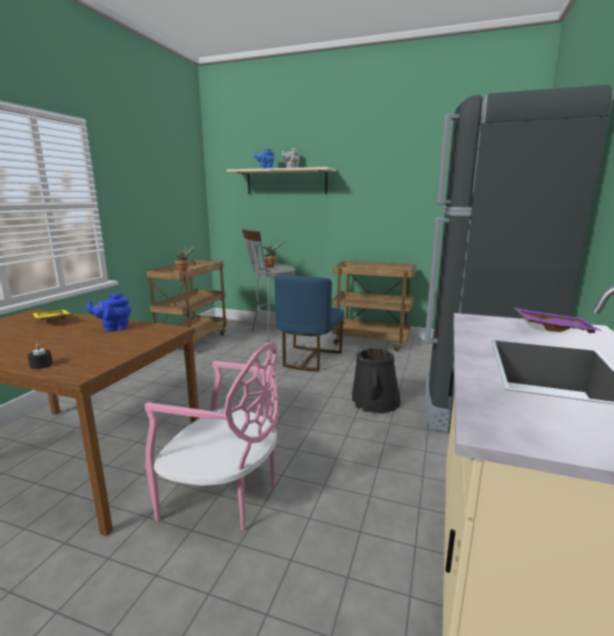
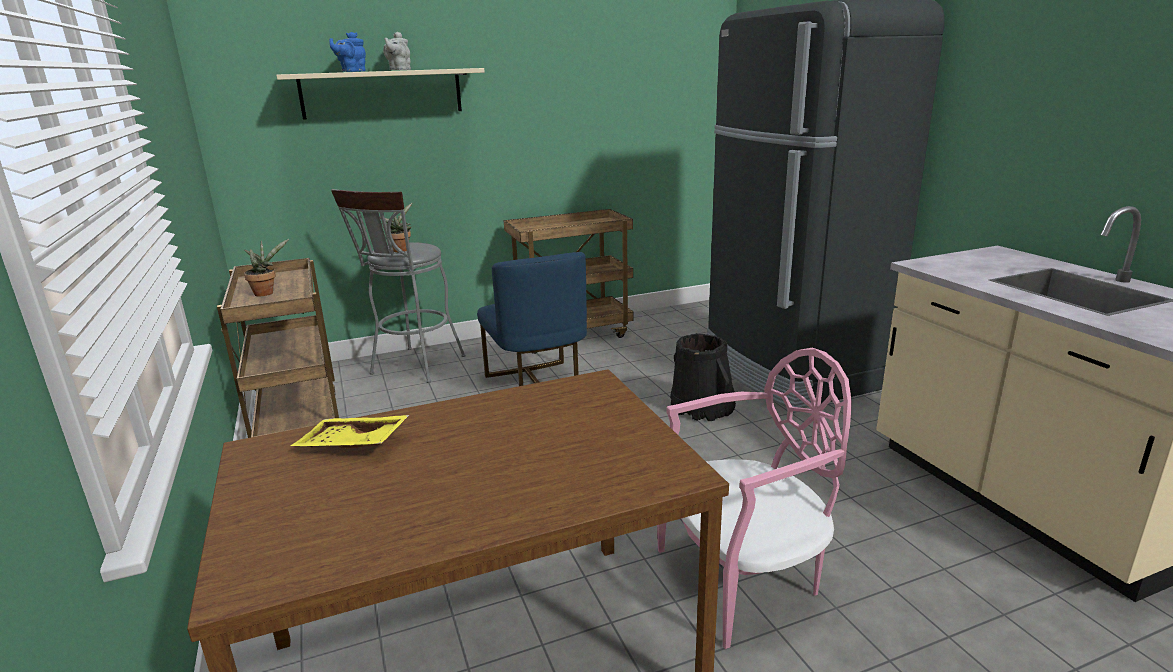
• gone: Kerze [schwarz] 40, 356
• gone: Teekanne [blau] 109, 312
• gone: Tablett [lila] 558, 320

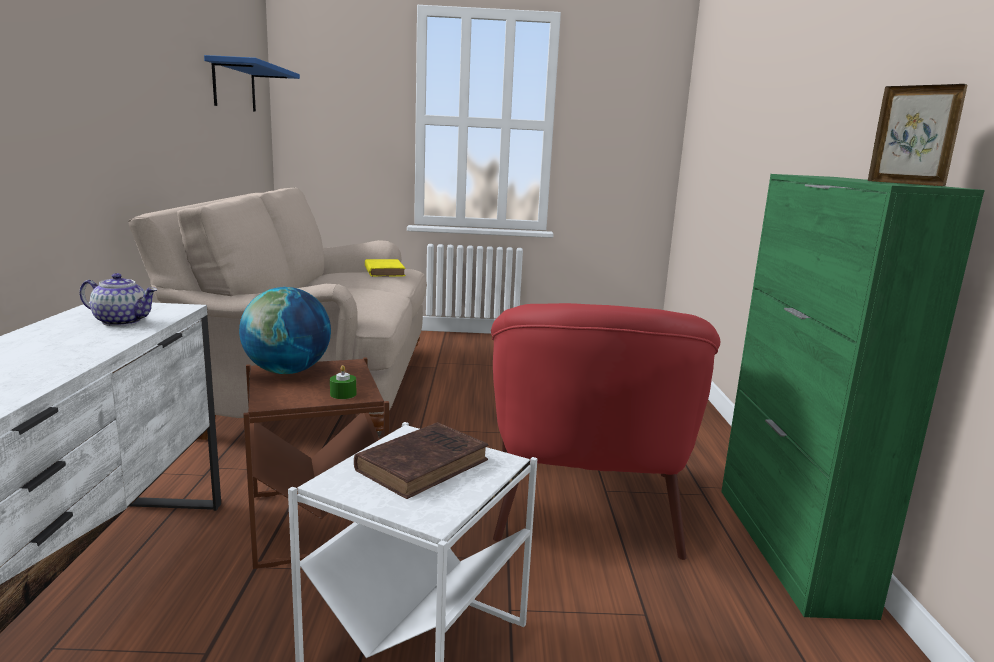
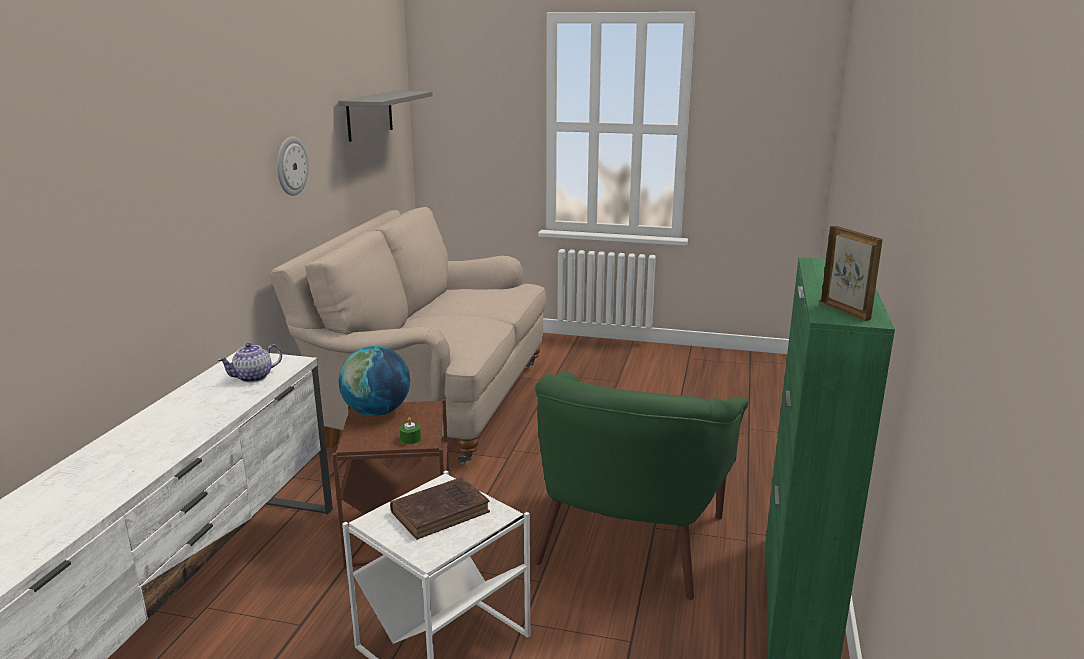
• rotated: Teekanne 118, 299 = 249, 362 120 degrees clockwise
• new: Wanduhr 293, 166
• repainted: Wandregal [blau] 252, 83 to Wandregal [grau] 385, 116
• repainted: Sessel [rot] 606, 431 to Sessel [grün] 641, 486
• gone: Buch [gelb] 385, 268

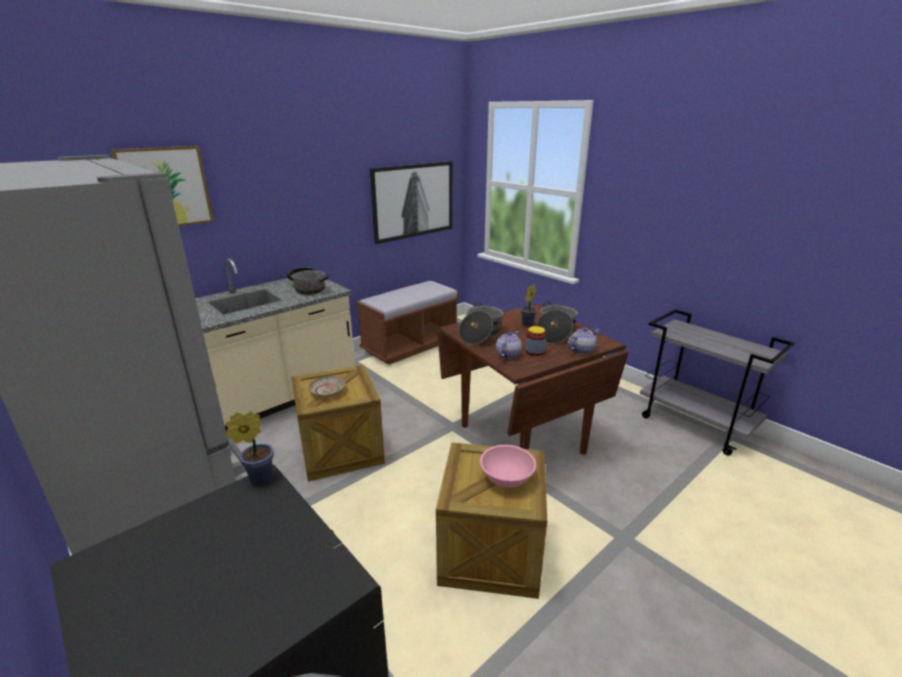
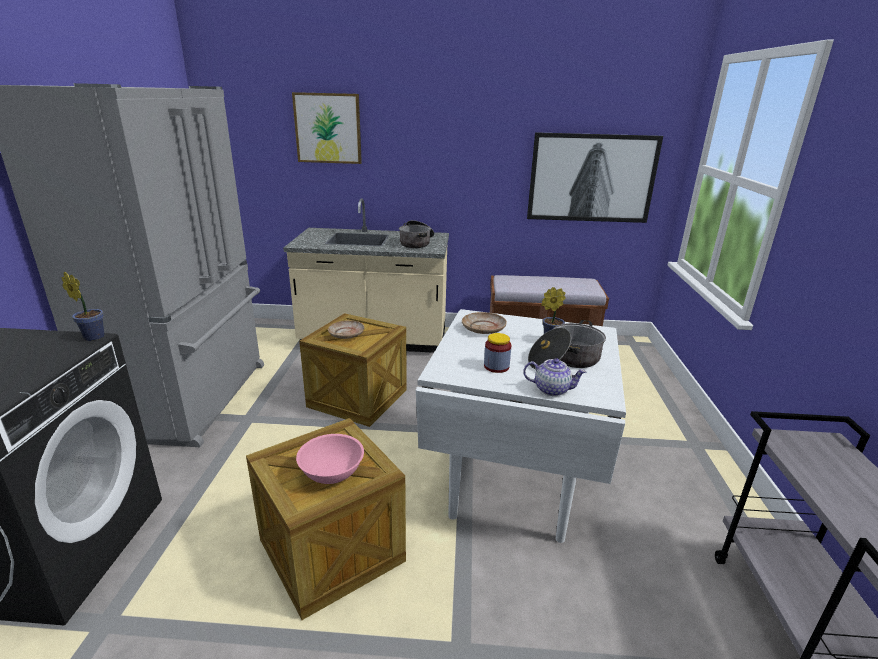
• repainted: Esstisch [braun] 533, 379 to Esstisch [weiß] 521, 426
• swapped: Kochtopf 481, 324 to Teller [beige] 484, 323
• gone: Teekanne 509, 345

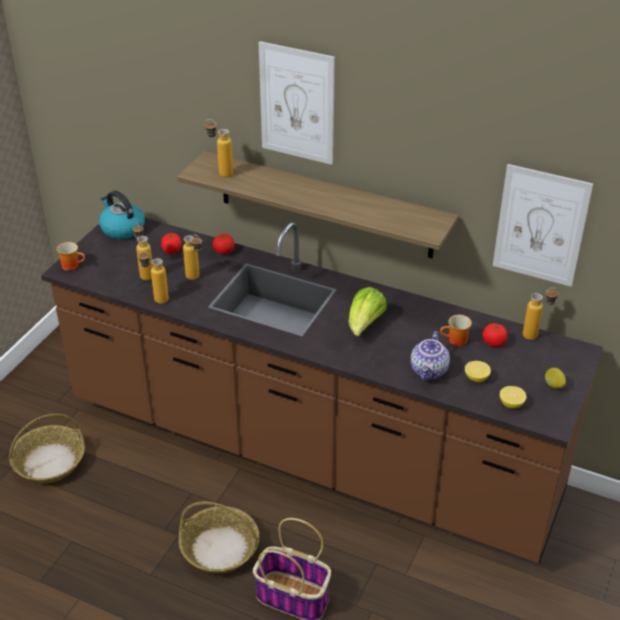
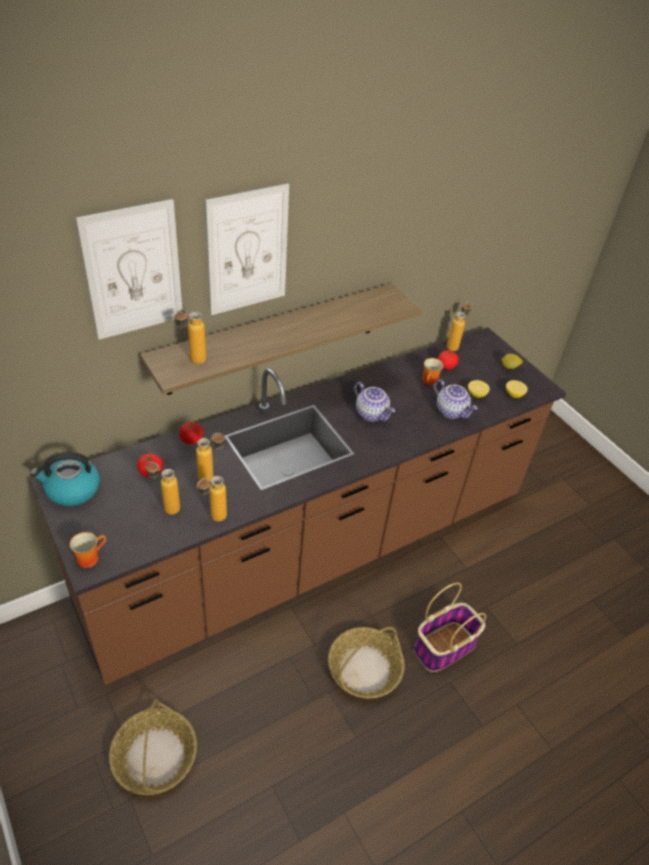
• shifted: Bild 543, 225 to 129, 269
• swapped: Salatkopf 368, 311 to Teekanne 374, 402

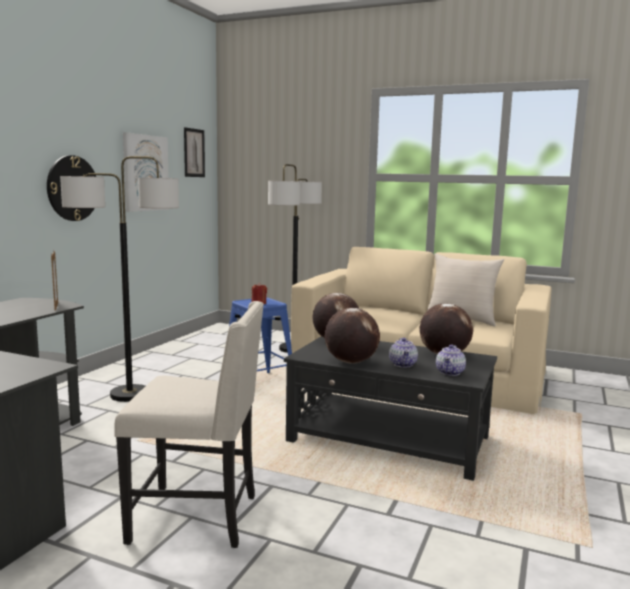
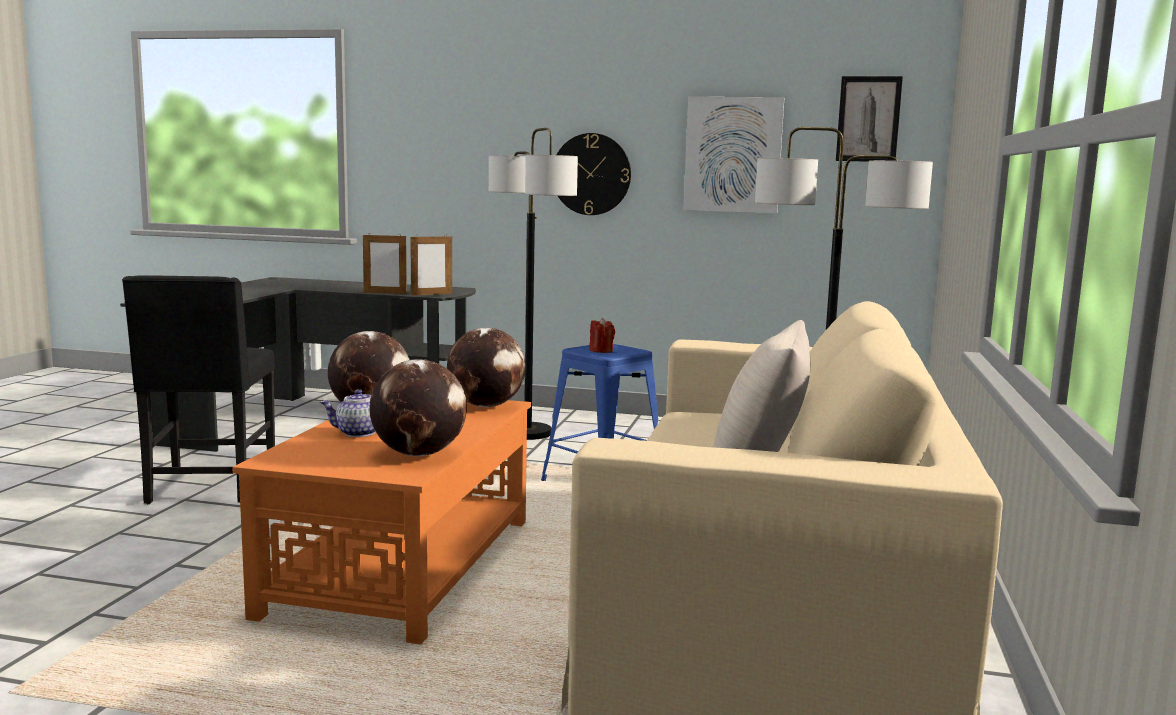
• repainted: Stuhl [beige] 189, 424 to Stuhl [schwarz] 198, 389
• repainted: Couchtisch [schwarz] 390, 408 to Couchtisch [orange] 381, 522
• new: Bilderrahmen 385, 264
• gone: Teekanne 451, 360

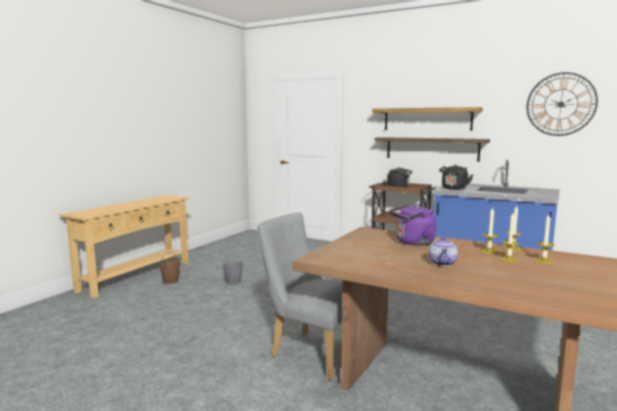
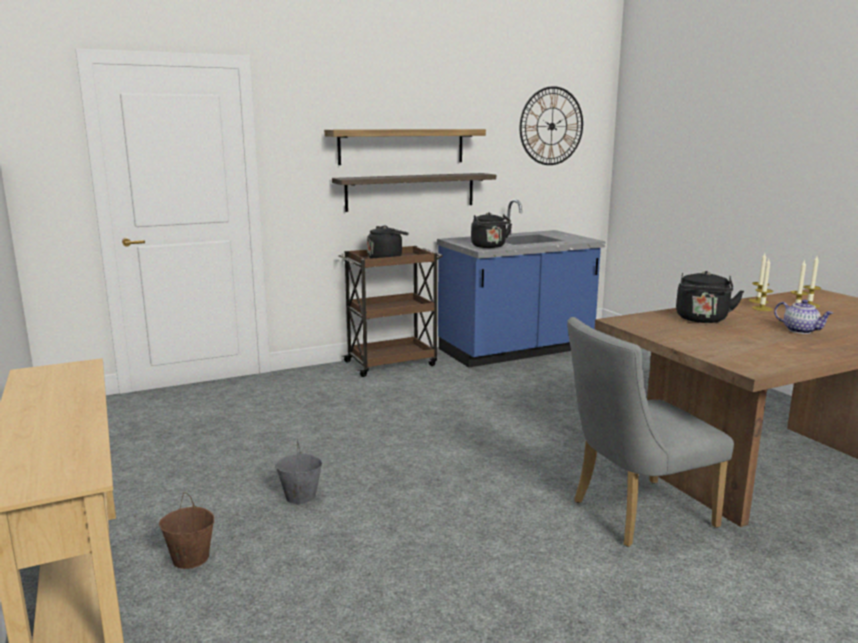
• repainted: Wasserkessel [lila] 412, 224 to Wasserkessel [schwarz] 710, 297

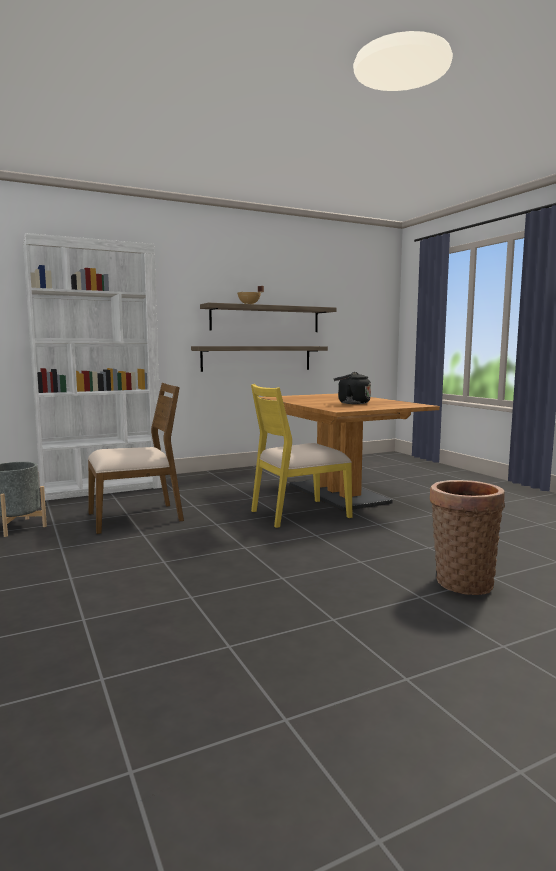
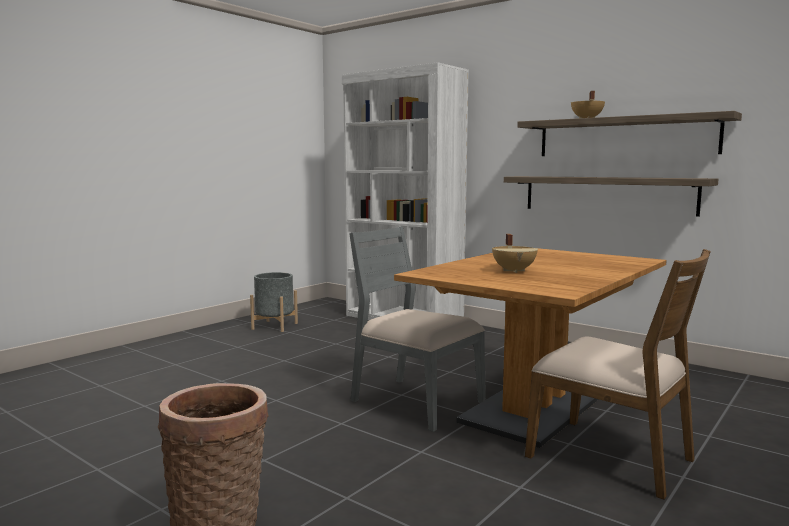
• repainted: Stuhl [gelb] 302, 456 to Stuhl [grau] 417, 329
• swapped: Wasserkessel [schwarz] 352, 388 to Kochtopf [beige] 515, 253
• shifted: Stuhl [braun] 136, 458 to 618, 374

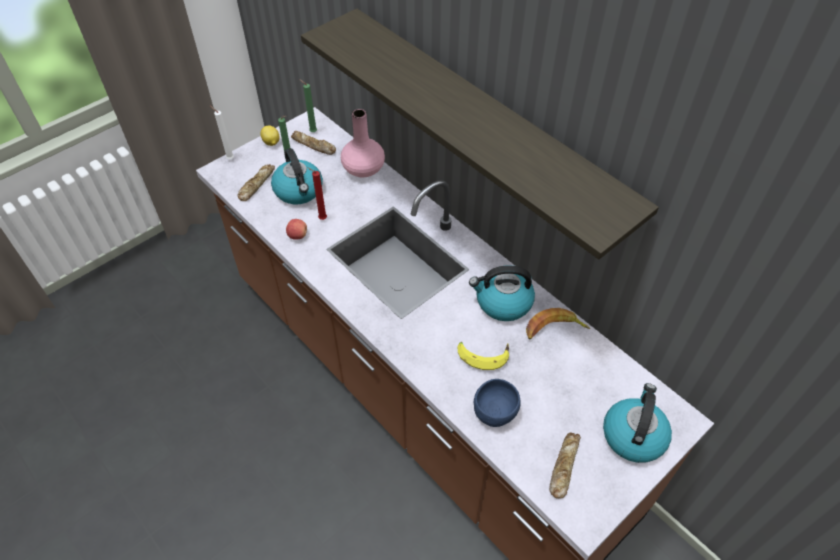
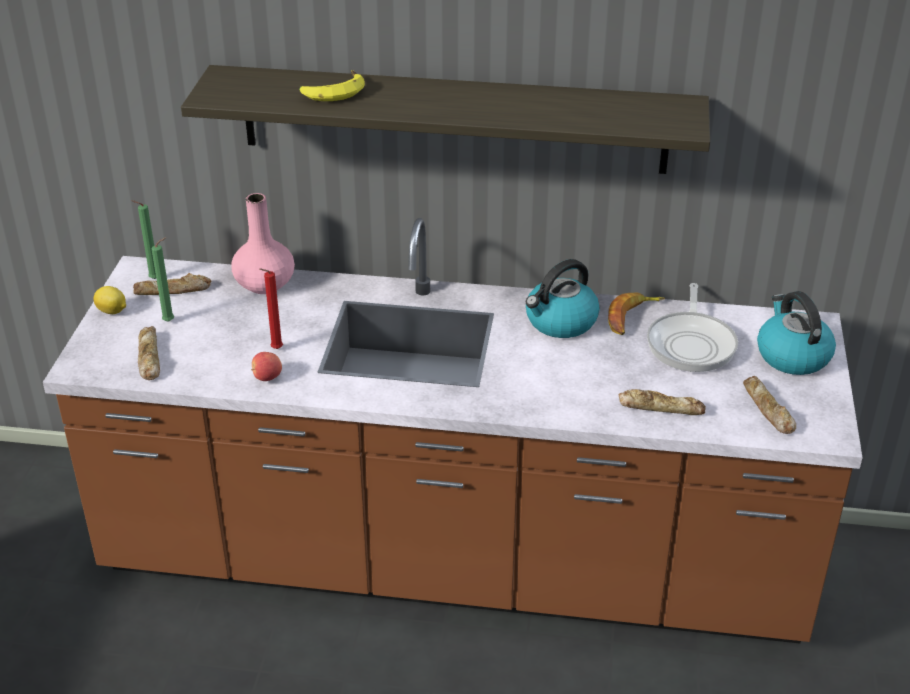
• shifted: Banane 483, 356 to 332, 85
• swapped: Schüssel [blau] 497, 403 to Brot 662, 402
• new: Pfanne 692, 327
• gone: Kerze [weiß] 222, 132
• gone: Wasserkessel 297, 176

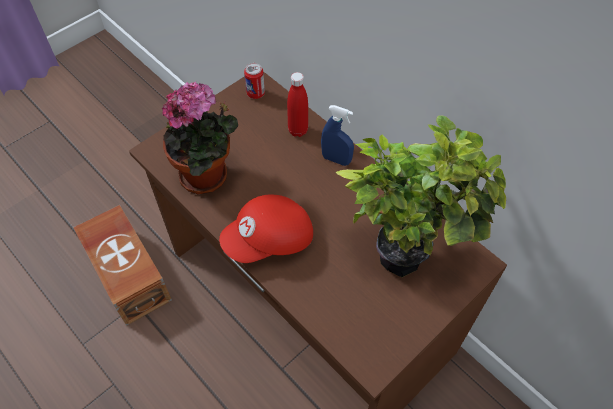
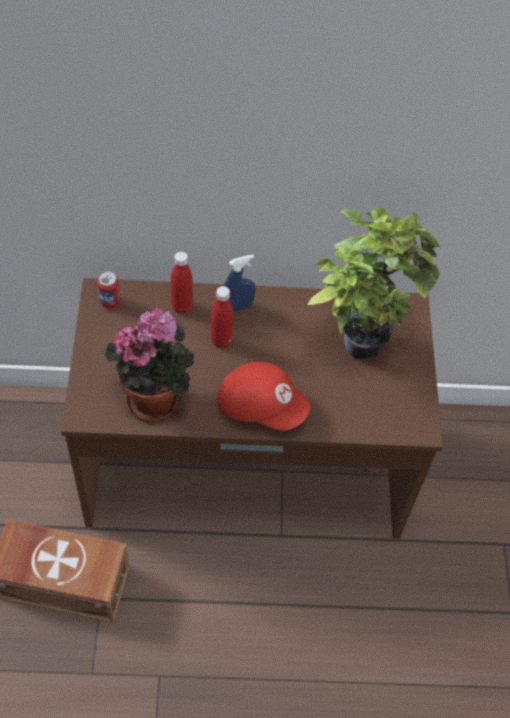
• new: Flasche [rot] 221, 317
• rotated: Kappe [rot] 266, 229 = 263, 396 75 degrees counterclockwise

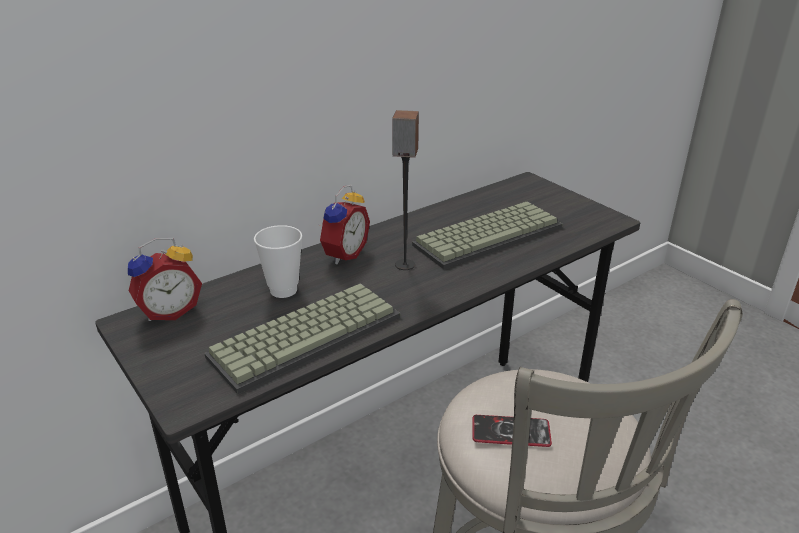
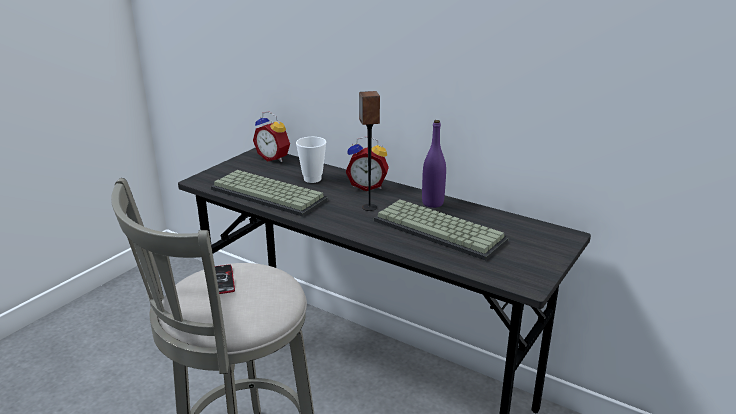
• new: Flasche [lila] 434, 164

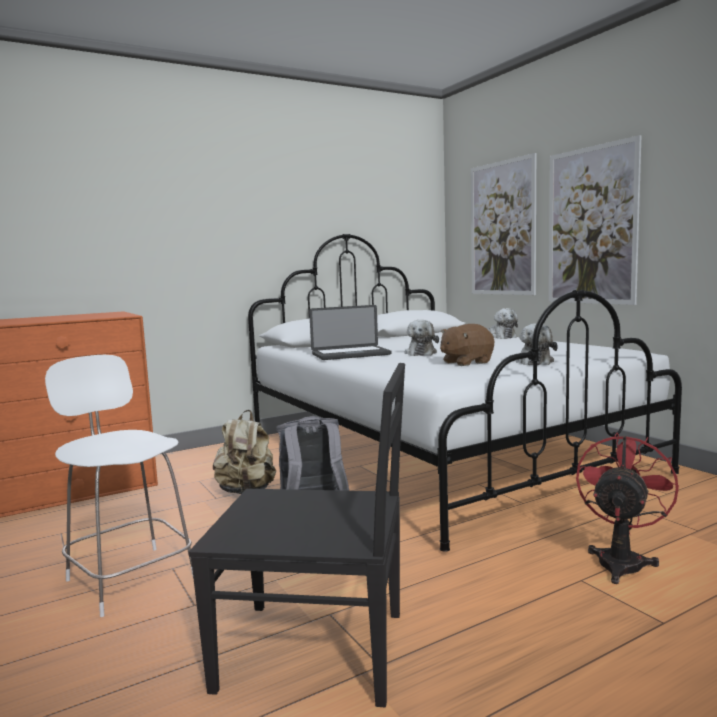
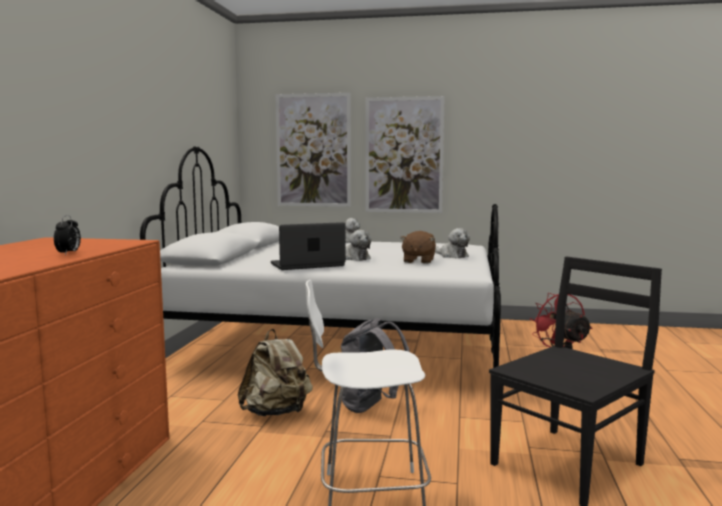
• new: Wecker 67, 235
• rotated: Laptop 350, 332 = 308, 246 135 degrees counterclockwise

